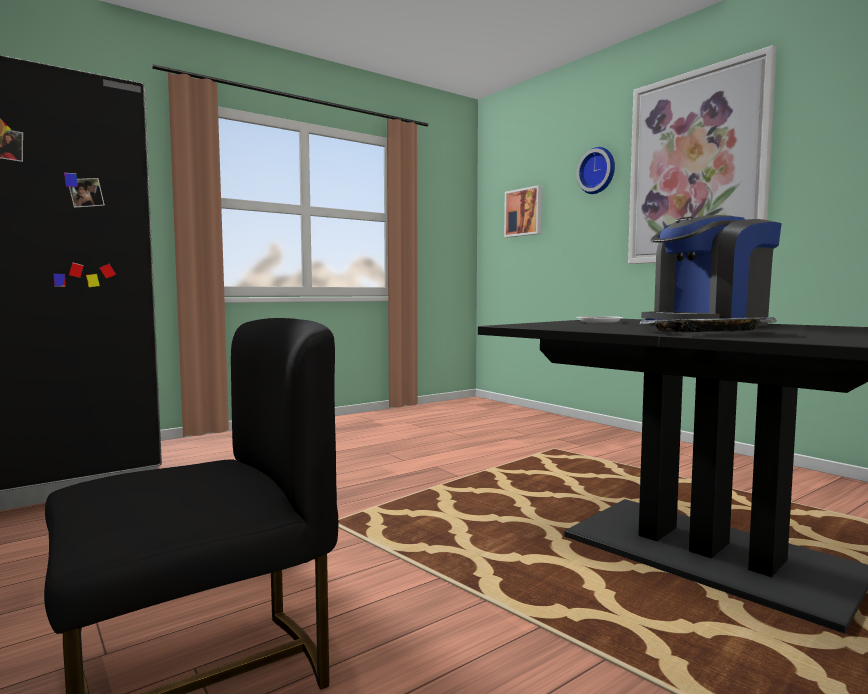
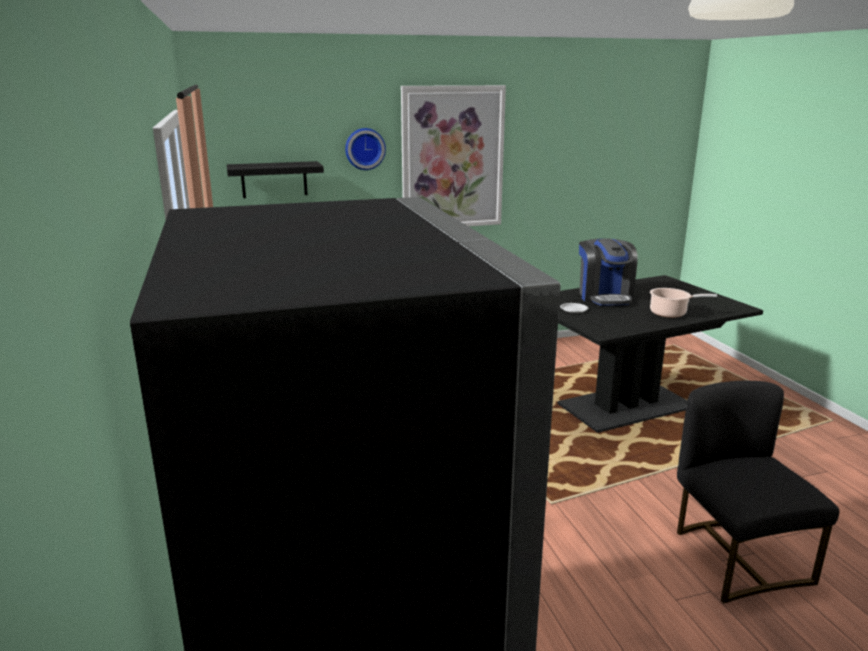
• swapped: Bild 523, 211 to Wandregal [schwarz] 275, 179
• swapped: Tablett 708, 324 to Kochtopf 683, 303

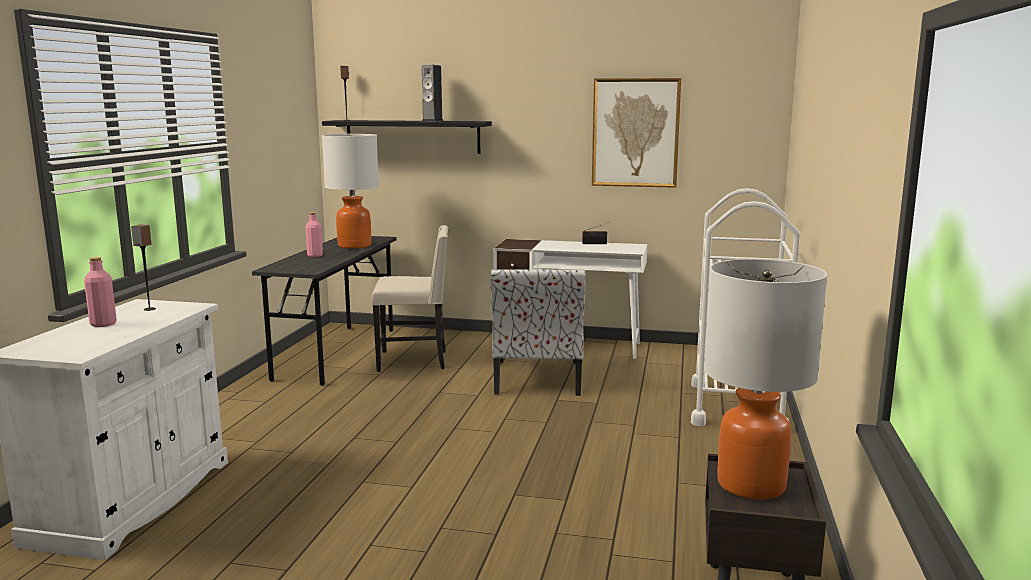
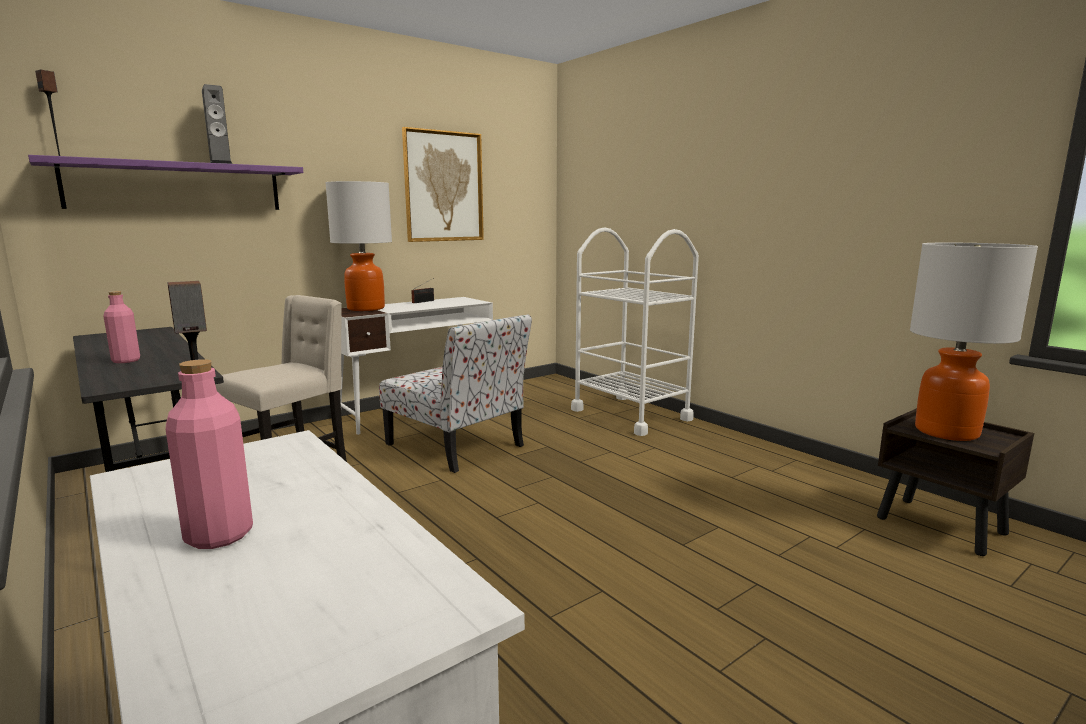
• repainted: Wandregal [schwarz] 407, 137 to Wandregal [lila] 165, 182
• shifted: Tischlampe 350, 191 to 358, 246

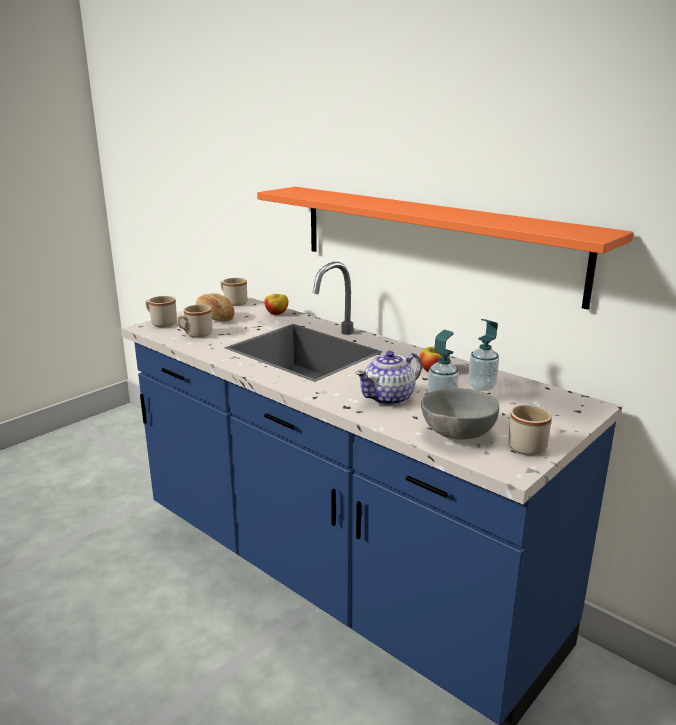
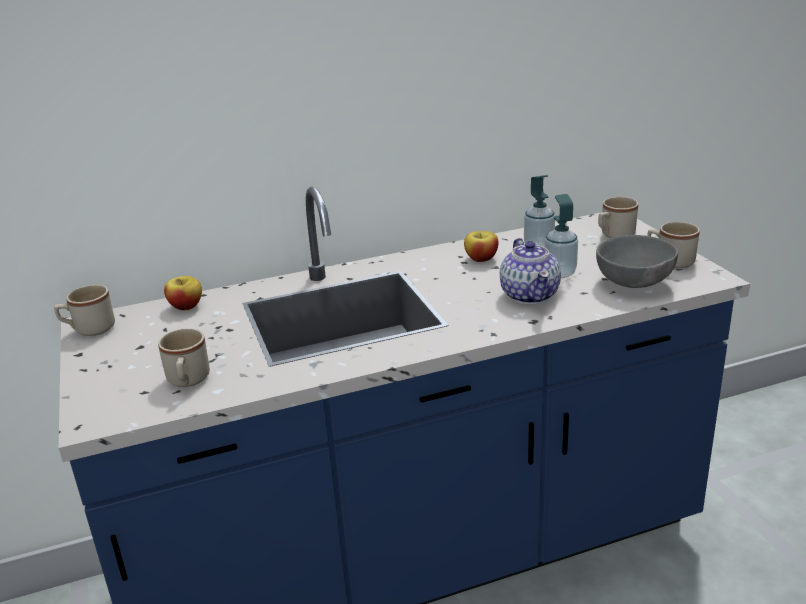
• shifted: Henkelbecher [beige] 161, 311 to 618, 217
• gone: Brot 215, 307
• gone: Wandregal [orange] 445, 248

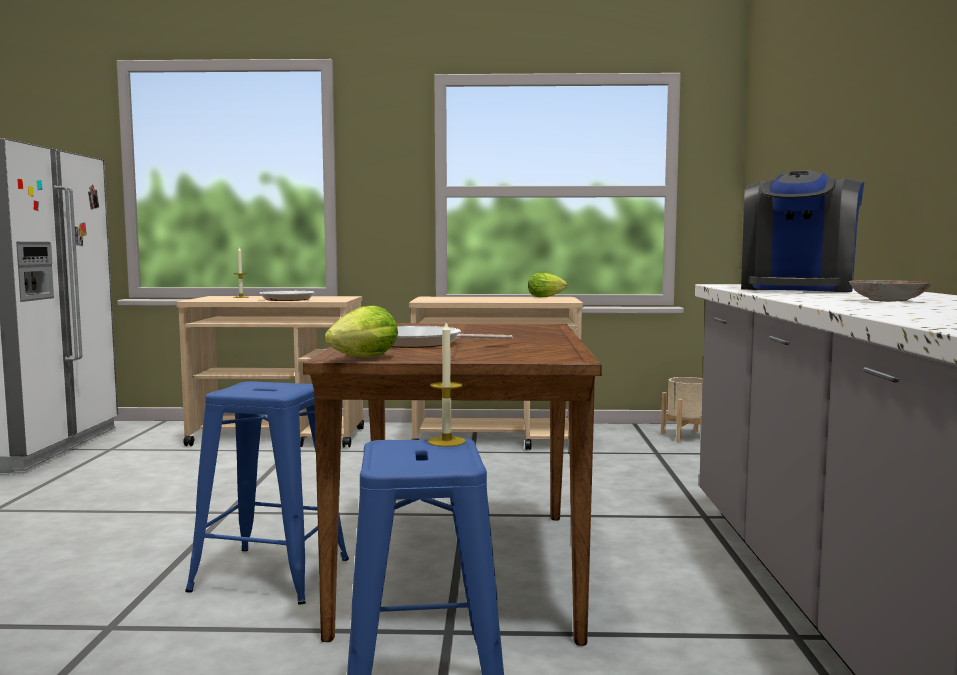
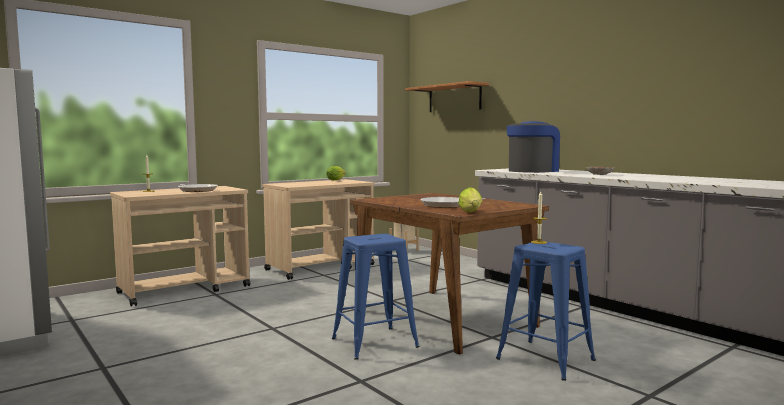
• new: Wandregal 447, 96
• rotated: Kaffeemaschine 802, 231 = 533, 146 120 degrees counterclockwise

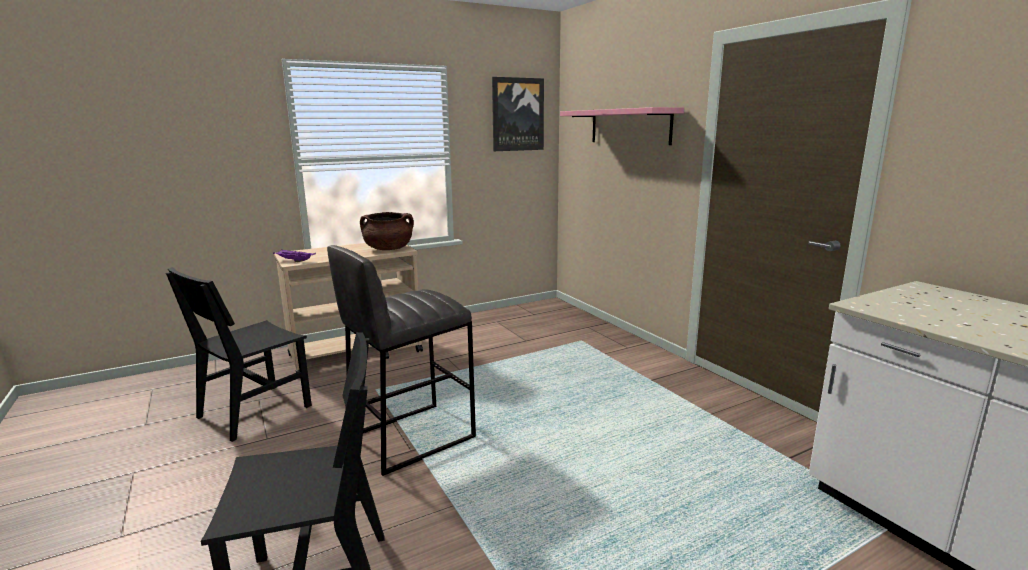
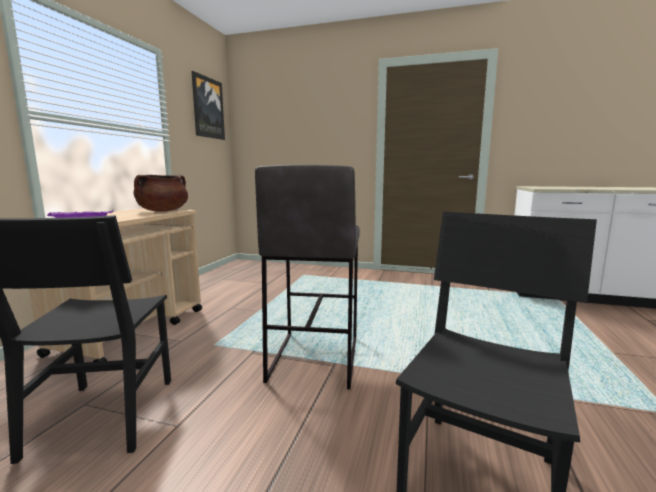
• gone: Wandregal [rosa] 622, 126

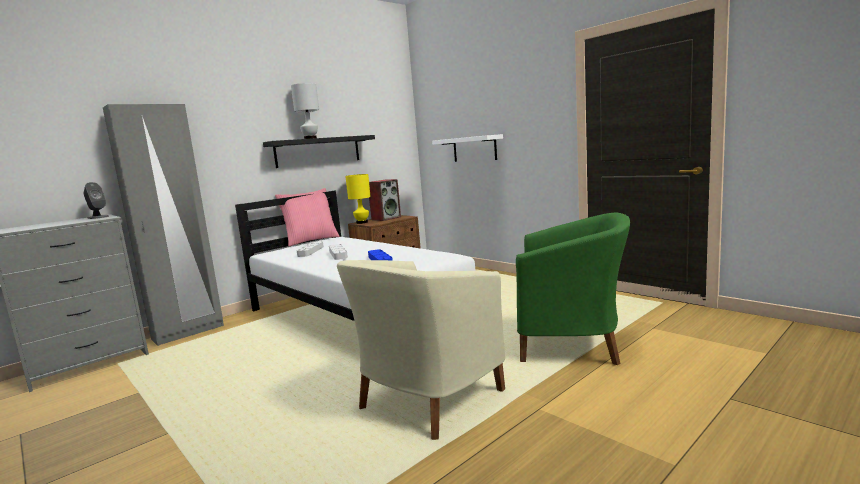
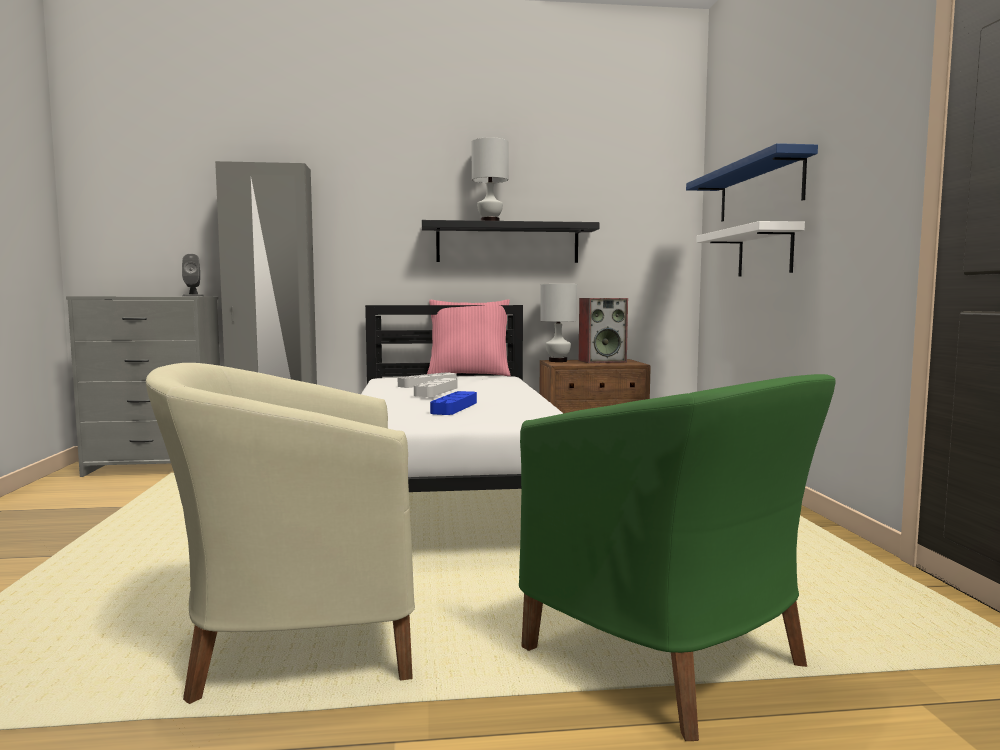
• repainted: Tischlampe [gelb] 358, 199 to Tischlampe [weiß] 558, 323
• new: Wandregal [blau] 752, 182

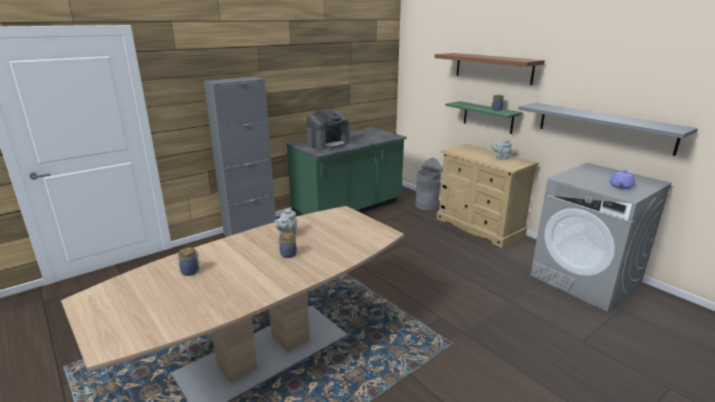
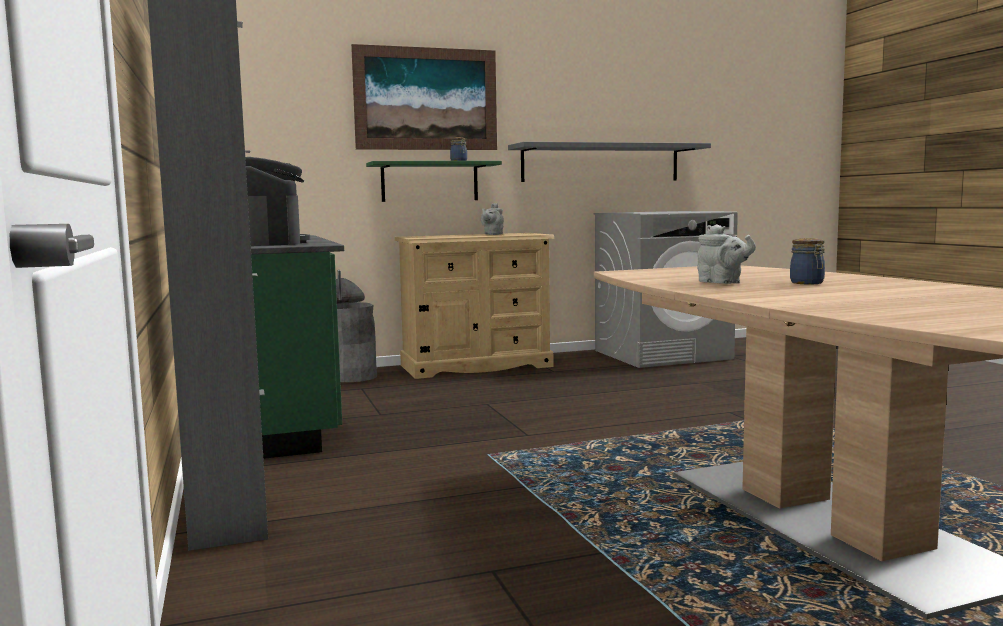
• swapped: Wandregal [braun] 489, 69 to Bild 424, 97
• gone: Vorratsglas 189, 261
• gone: Teekanne [lila] 622, 179

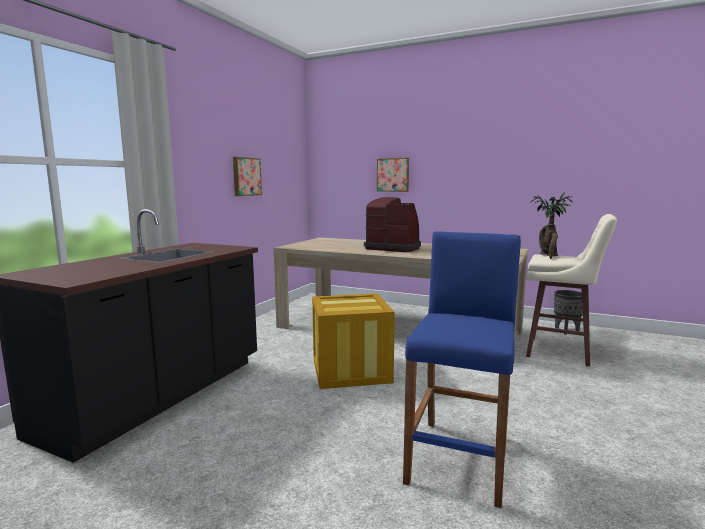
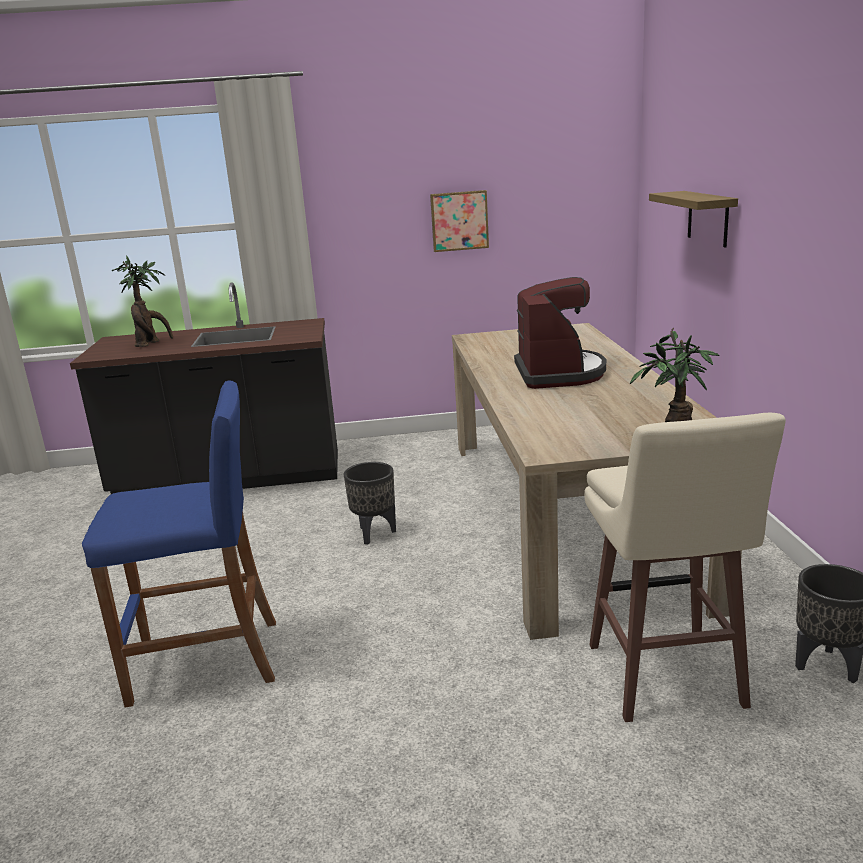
• new: Topfpflanze 142, 301
• swapped: Kiste 353, 341 to Pflanzkübel [schwarz] 370, 503
• swapped: Bild 393, 175 to Wandregal 693, 219

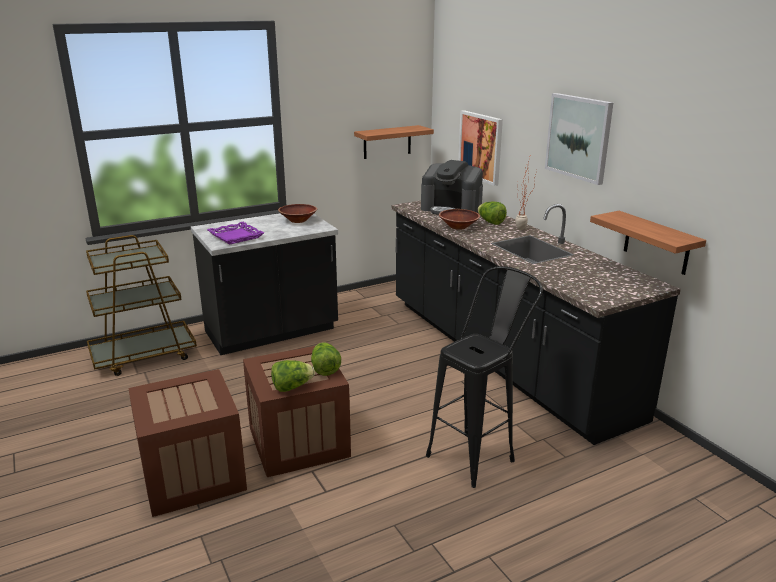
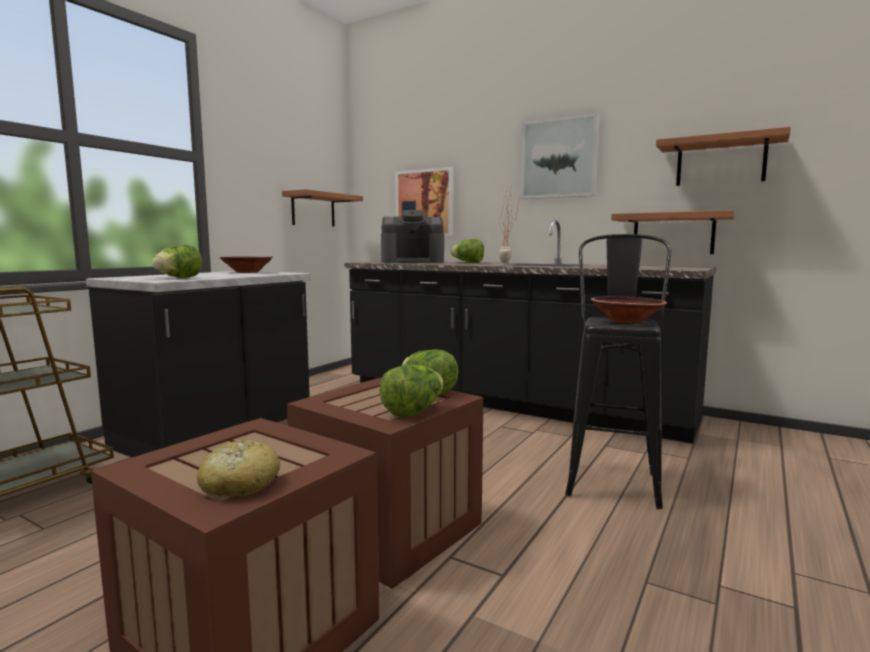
• swapped: Tablett [lila] 235, 233 to Salatkopf 177, 261
• new: Brot 238, 468
• shifted: Schüssel [braun] 459, 219 to 629, 310
• new: Wandregal 723, 156

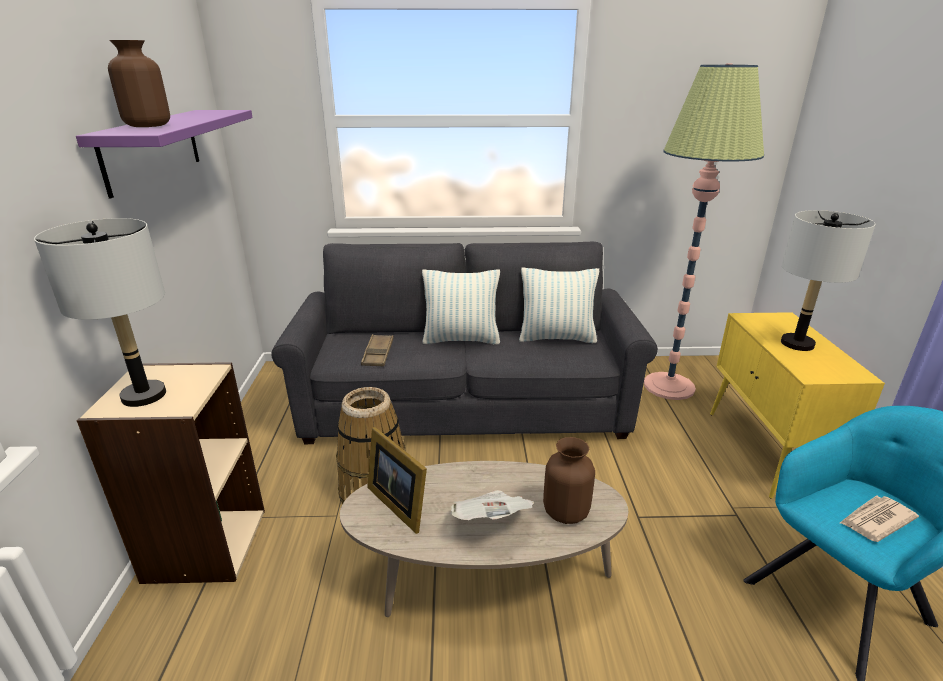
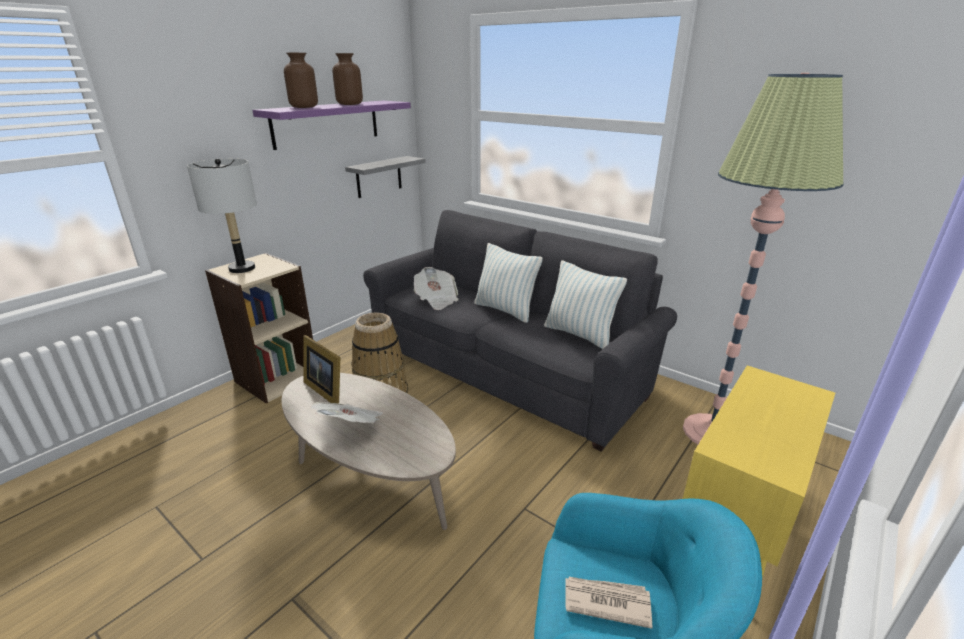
• rotated: Bilderrahmen 397, 480 = 321, 369 45 degrees counterclockwise
• shifted: Vase [braun] 569, 480 to 347, 79
• new: Wandregal [grau] 385, 177
• swapped: Tablett [braun] 377, 350 to Zeitung 436, 288
• gone: Tischlampe [grau] 828, 280

